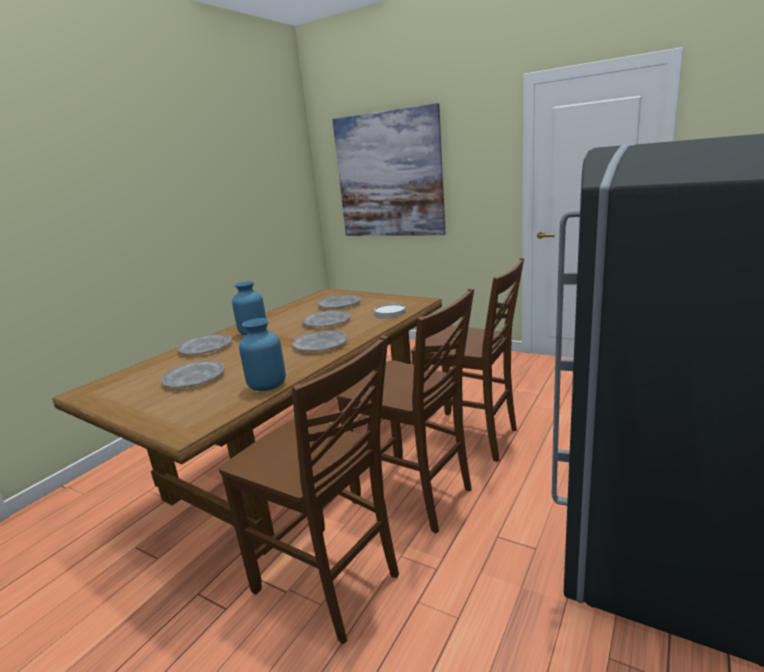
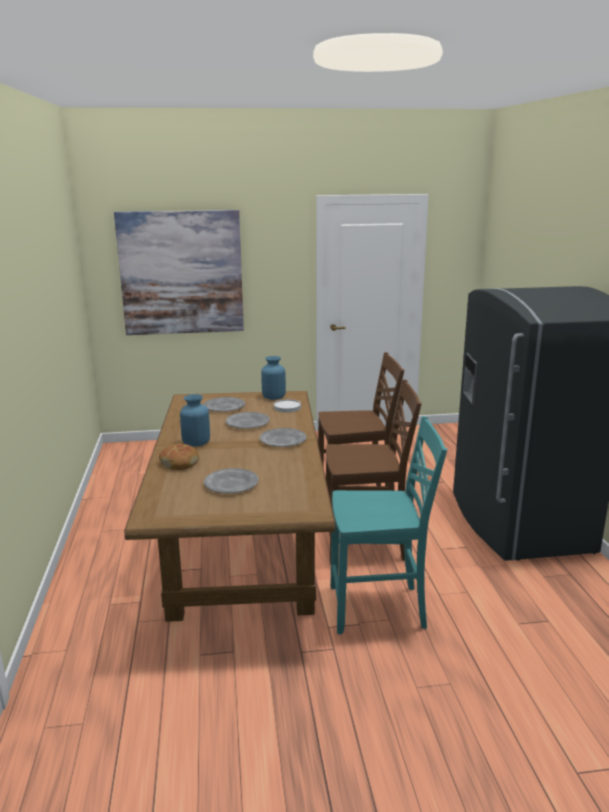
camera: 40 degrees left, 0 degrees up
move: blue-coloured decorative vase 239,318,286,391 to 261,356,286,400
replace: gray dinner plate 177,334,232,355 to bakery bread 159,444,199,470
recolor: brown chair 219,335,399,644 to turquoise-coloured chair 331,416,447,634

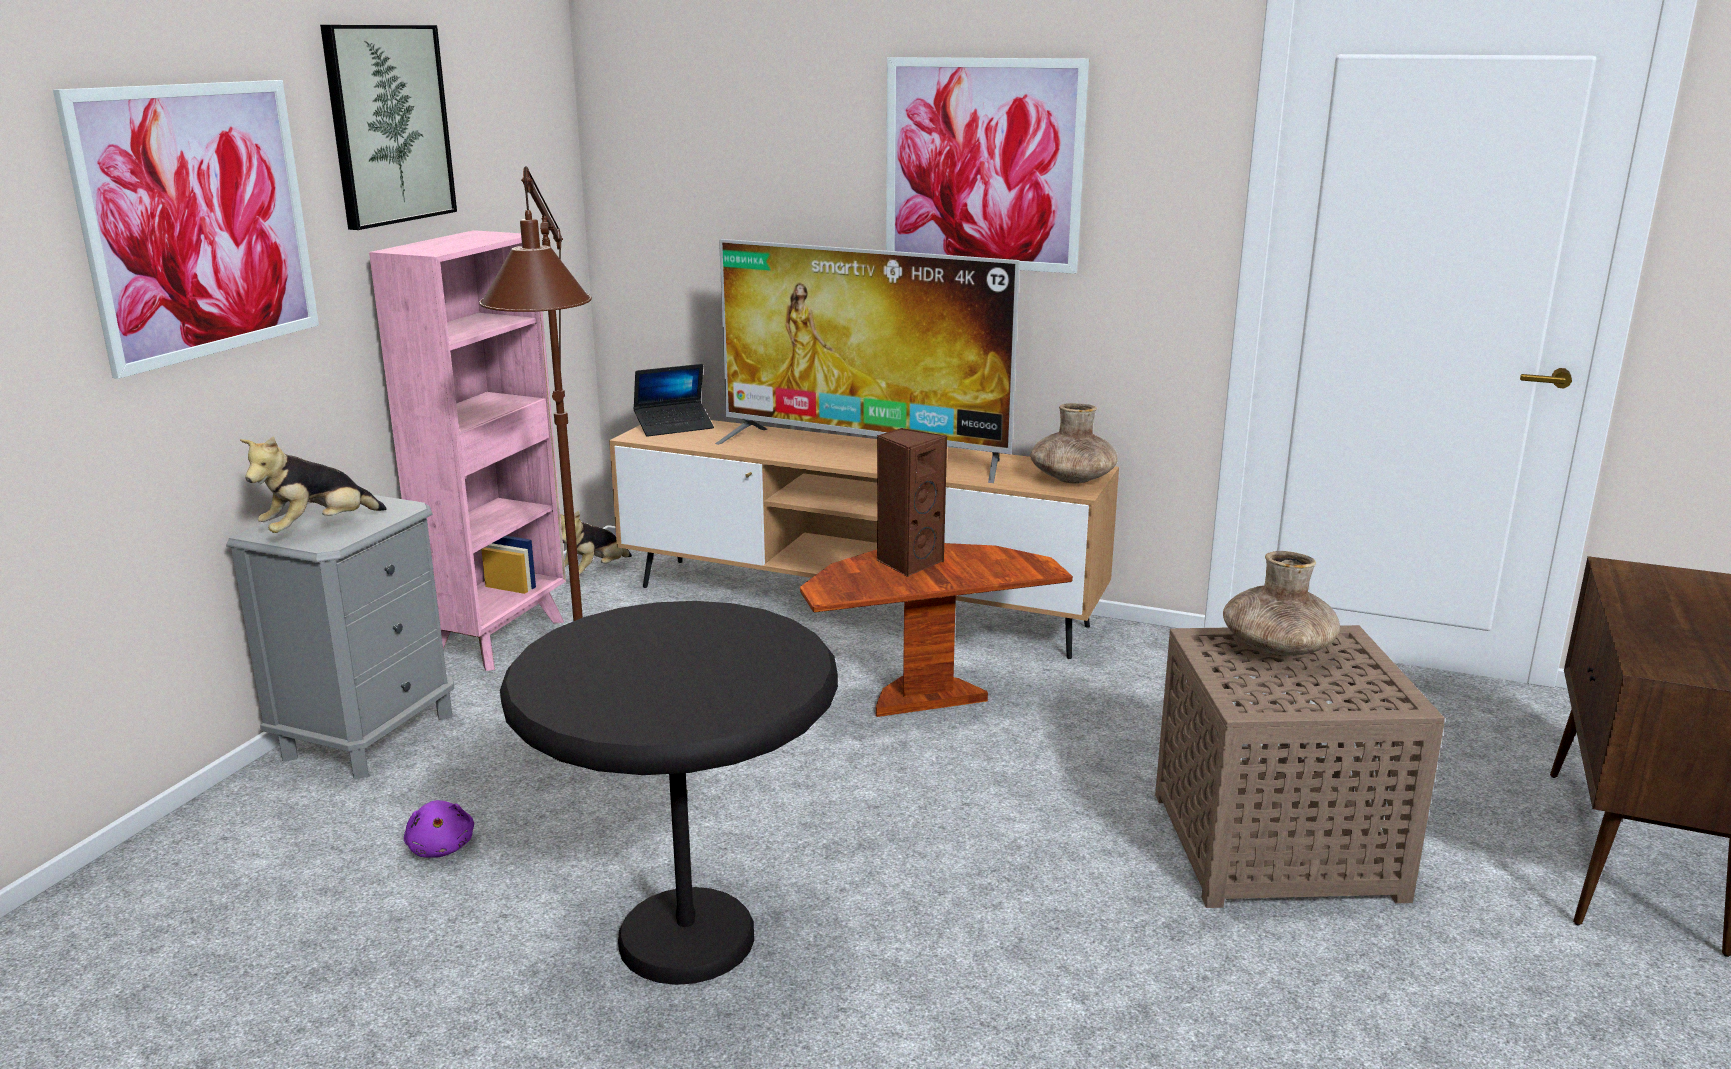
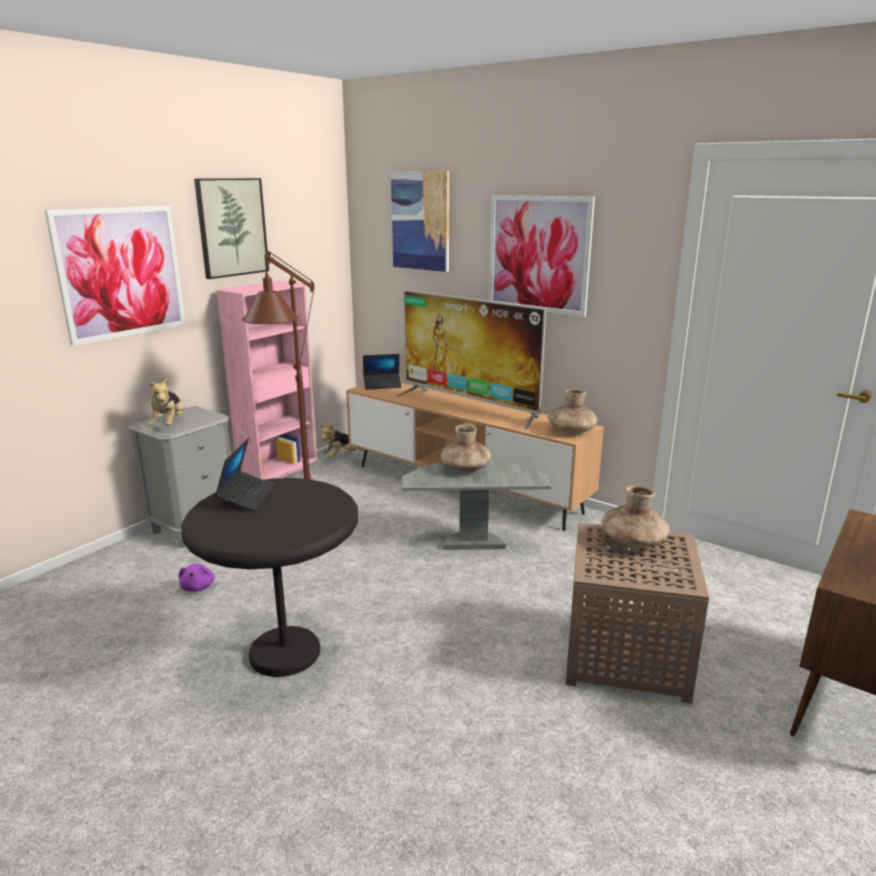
camera: 15 degrees right, 0 degrees up
insert: laptop 215,438,275,511; wall art 391,171,449,272
replace: brown loudspeaker 876,428,947,577 to brown decorative vase 441,424,491,473
recolor: brown side table 800,543,1073,717 to gray side table 402,460,551,550
rotate: soft toy 240,436,387,533 = 148,378,185,426 60 degrees counterclockwise

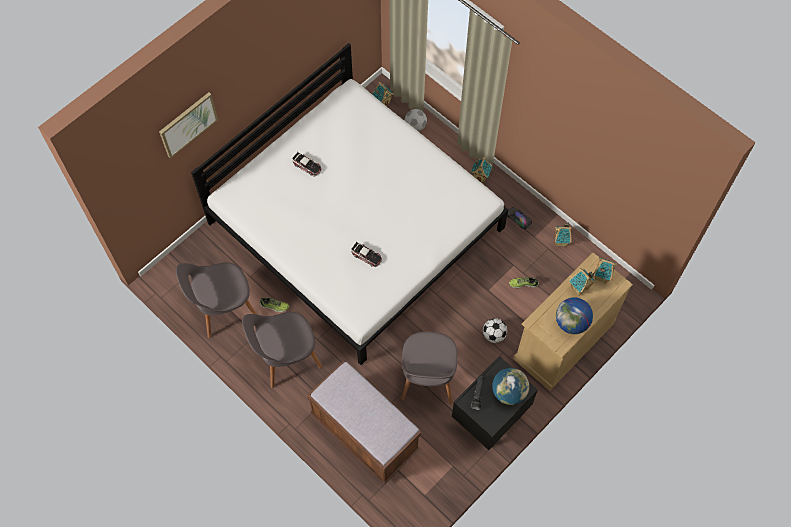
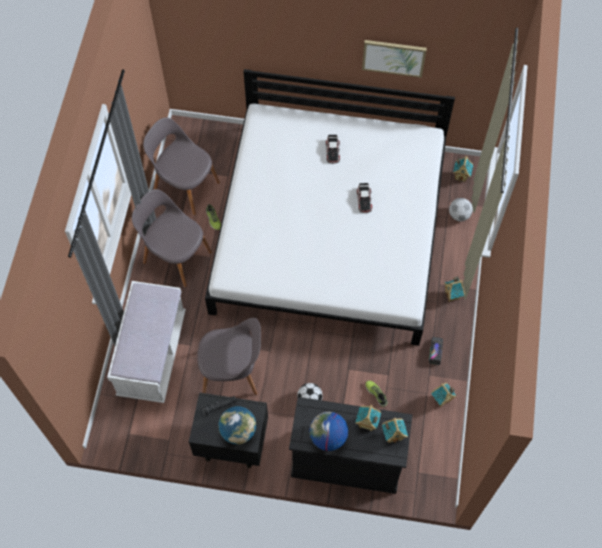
camera: 55 degrees right, 0 degrees up
move: toy car 351,242,382,267 to 357,183,372,213; wall art 159,92,218,159 to 362,40,427,78
recolor: brown bench 307,360,421,484 to whitish bench 107,281,186,403; sand-coloured chest of drawers 513,253,633,391 to black-coloured chest of drawers 289,397,412,494
rotate: gray chair 401,332,457,404 = 197,318,261,395 150 degrees counterclockwise

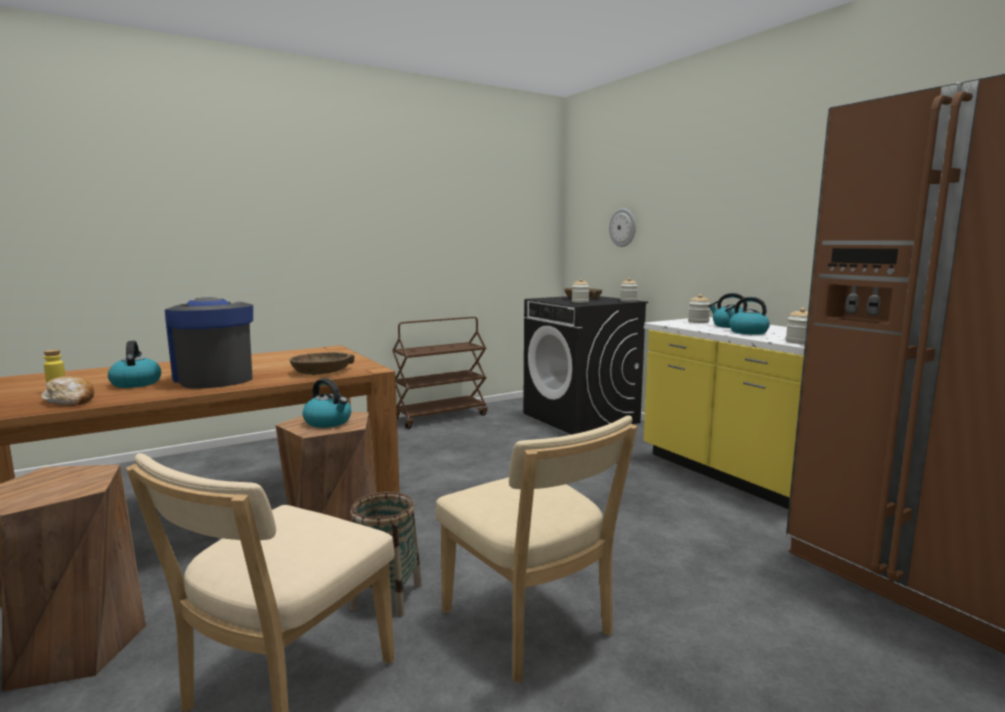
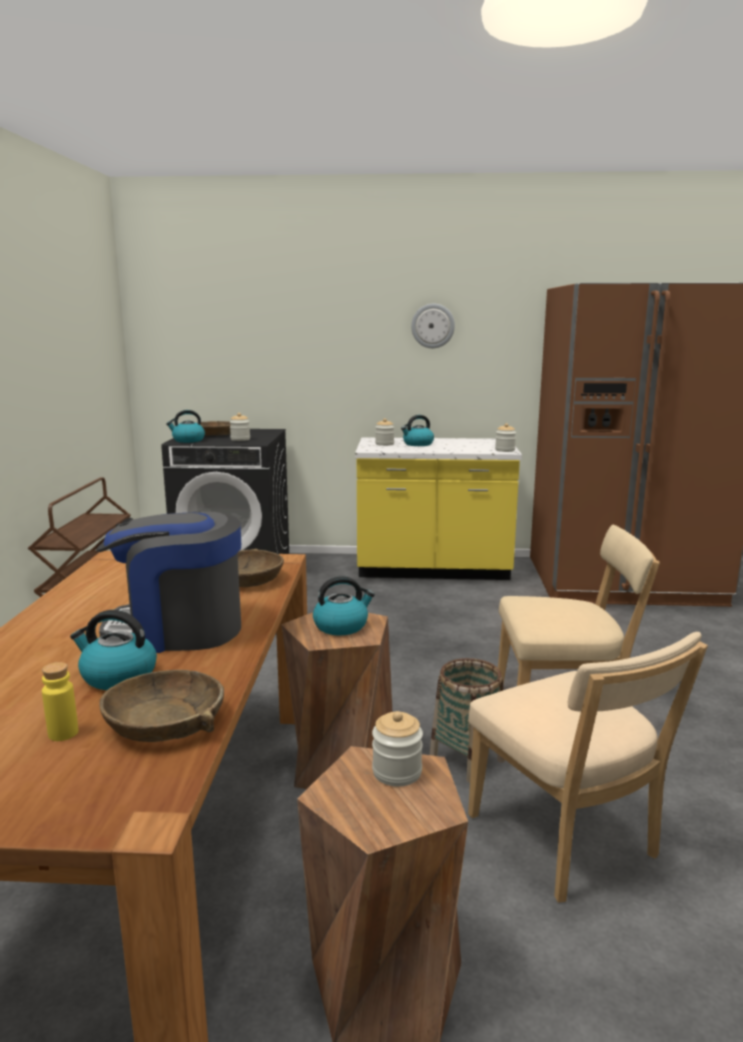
camera: 55 degrees left, 5 degrees up
move: tea kettle 725,297,770,335 to 166,410,205,443; storage jar 620,278,638,302 to 372,711,423,787; clock on the wall 609,208,636,247 to 411,304,455,348
replace: bakery bread 41,376,94,406 to brown serving bowl 99,670,224,742

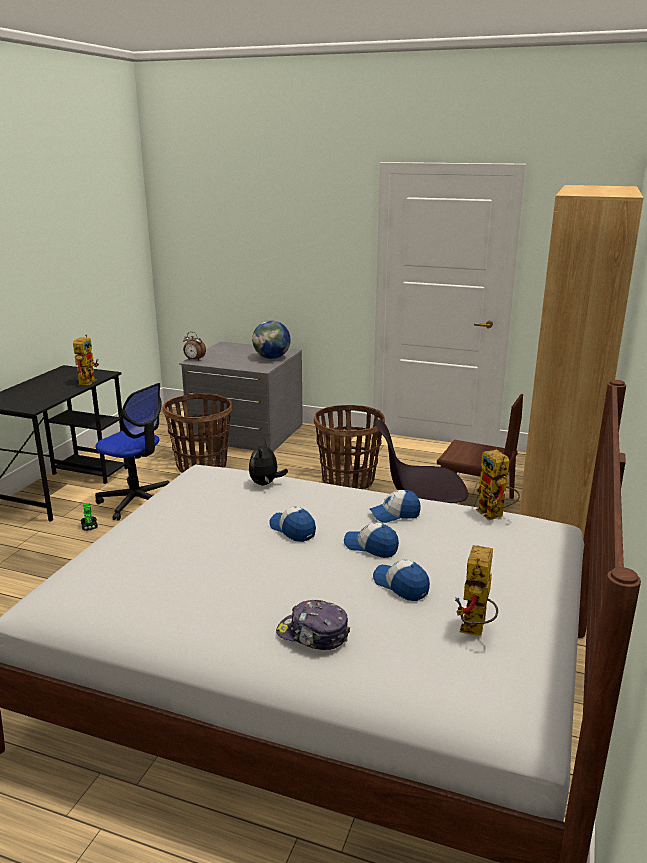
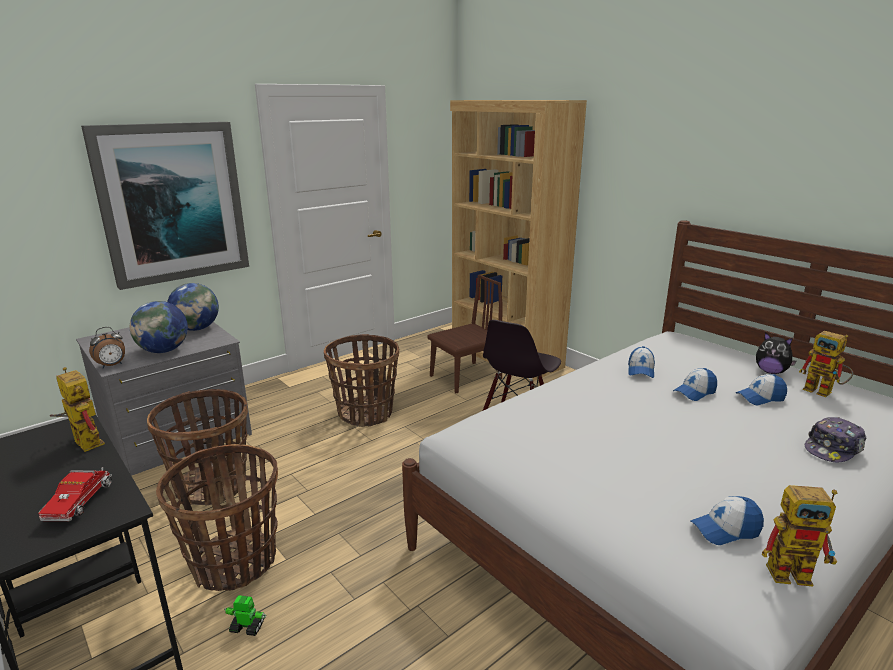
camera: 60 degrees left, 0 degrees up
insert: model truck 38,467,112,521; wall art 81,122,249,290; world globe 130,301,188,353
move: baseball cap 270,507,316,542 to 691,496,764,545; soft toy 249,439,288,485 to 756,332,797,374; toy robot 476,450,520,520 to 762,485,837,587
replace: computer chair 95,383,170,521 to storage basket 156,444,278,591

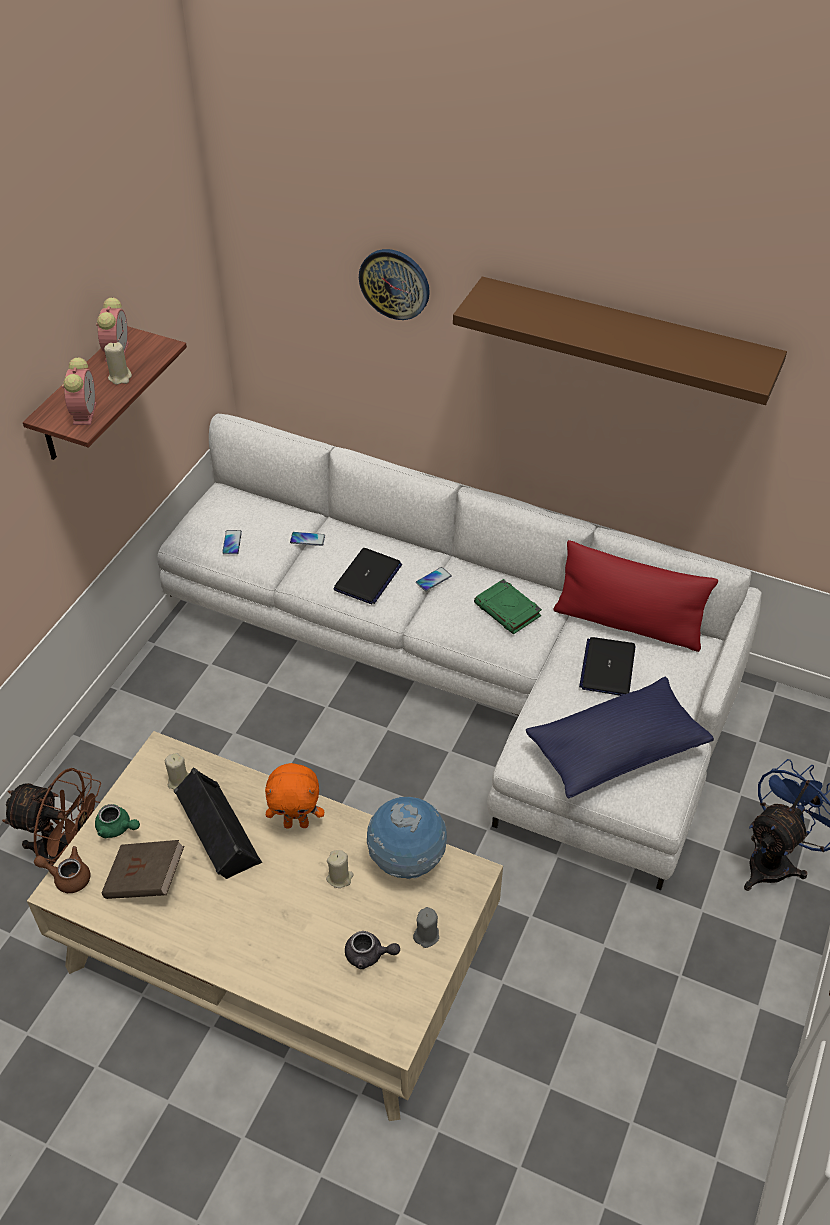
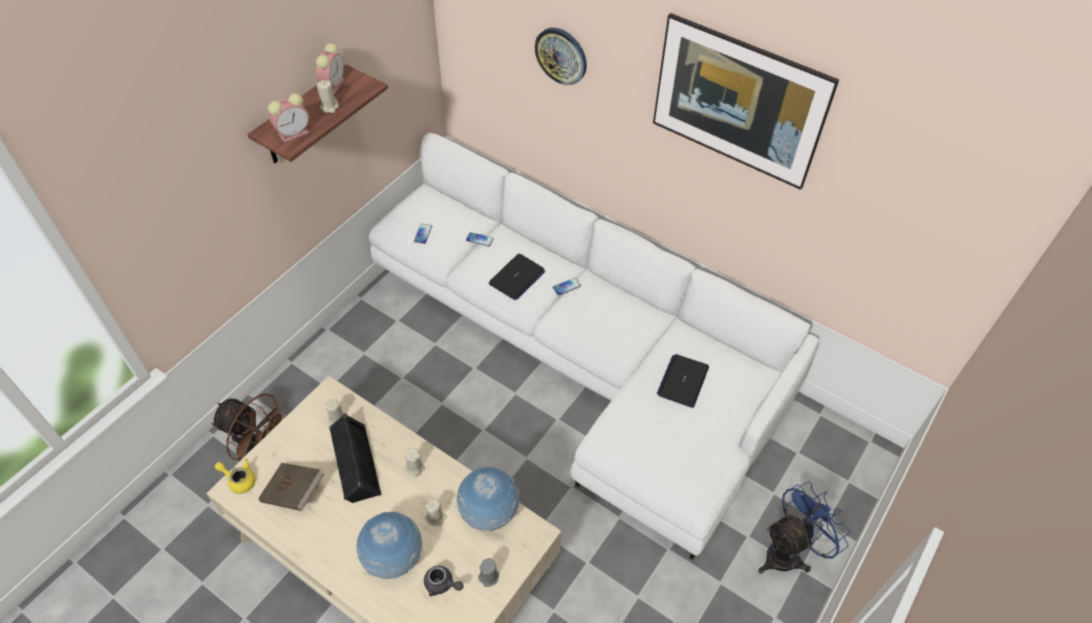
camera: 10 degrees right, 5 degrees up
delete: greenish teapot 95,804,140,838; greenish volume 474,579,542,634; blue-coloured throw pillow 526,677,714,799; red-coloured throw pillow 553,540,718,652
insert: world globe 356,512,423,579
replace: orangey soft toy 265,763,324,829 to sand-coloured wax candle 405,448,425,476; brown bracket shelf 453,277,787,405 to wall art 653,13,839,190
recolor: brown teapot 34,846,90,893 to yellow teapot 214,459,256,494
rotate: bedside clock 62,358,96,425 = 268,93,309,143 45 degrees clockwise

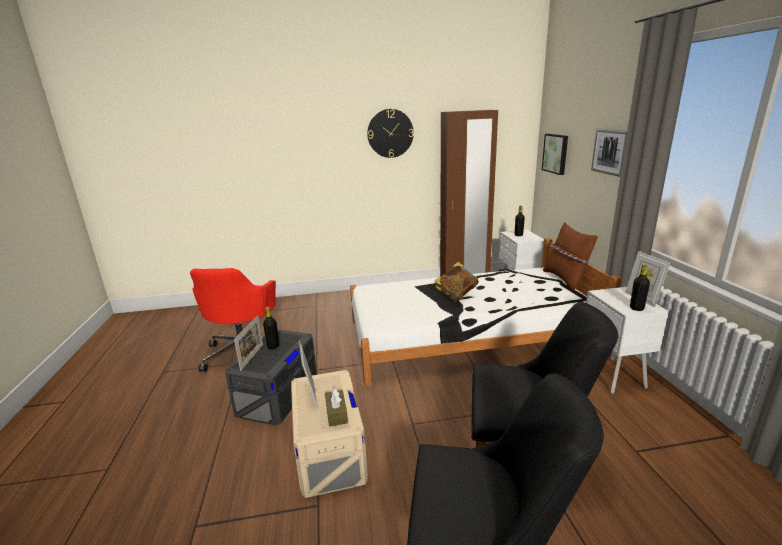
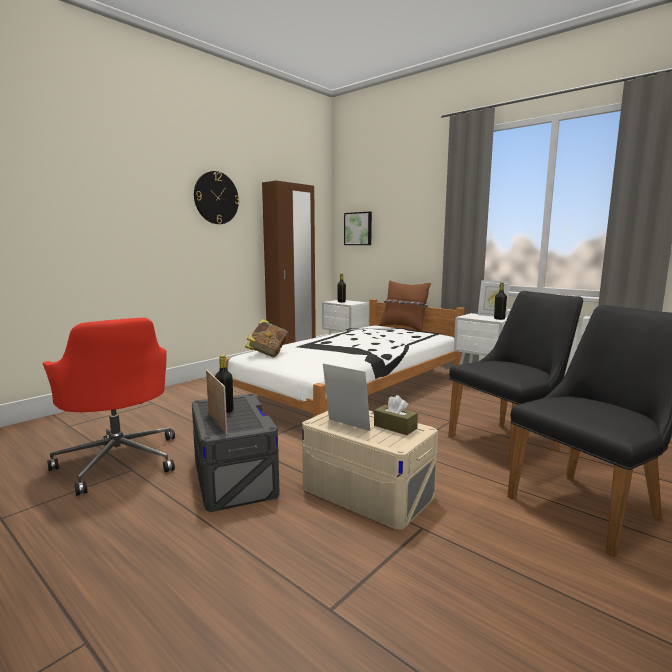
camera: 40 degrees left, 10 degrees down
delete: wall art 591,129,627,177
move: volume 435,262,479,302 to 245,319,289,357

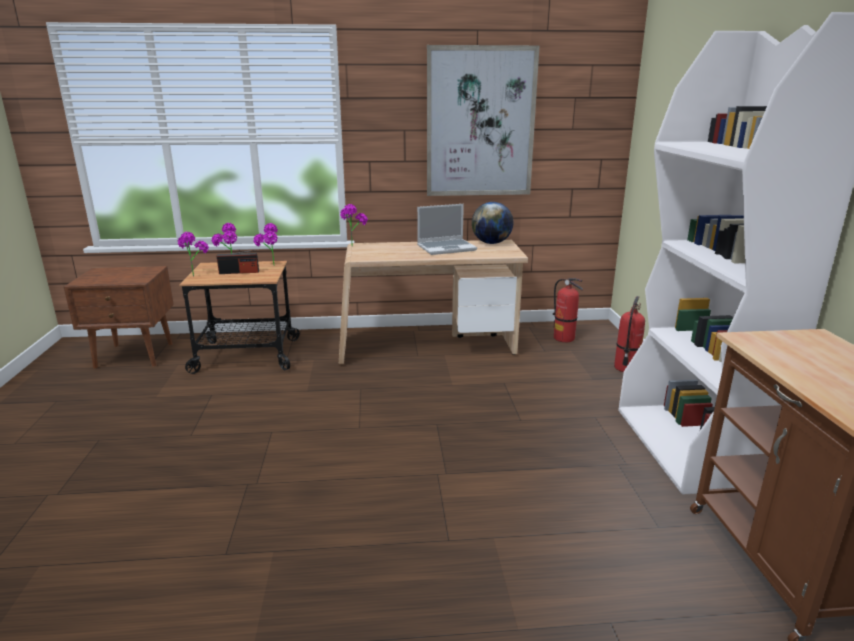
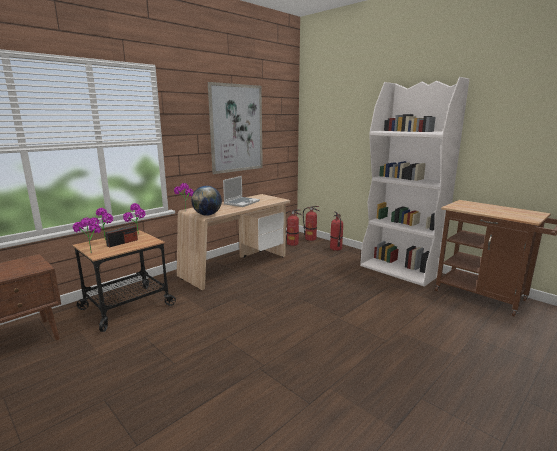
camera: 40 degrees left, 5 degrees down
insert: fire extinguisher 303,206,320,241
move: world globe 472,202,514,244 to 191,186,222,216

